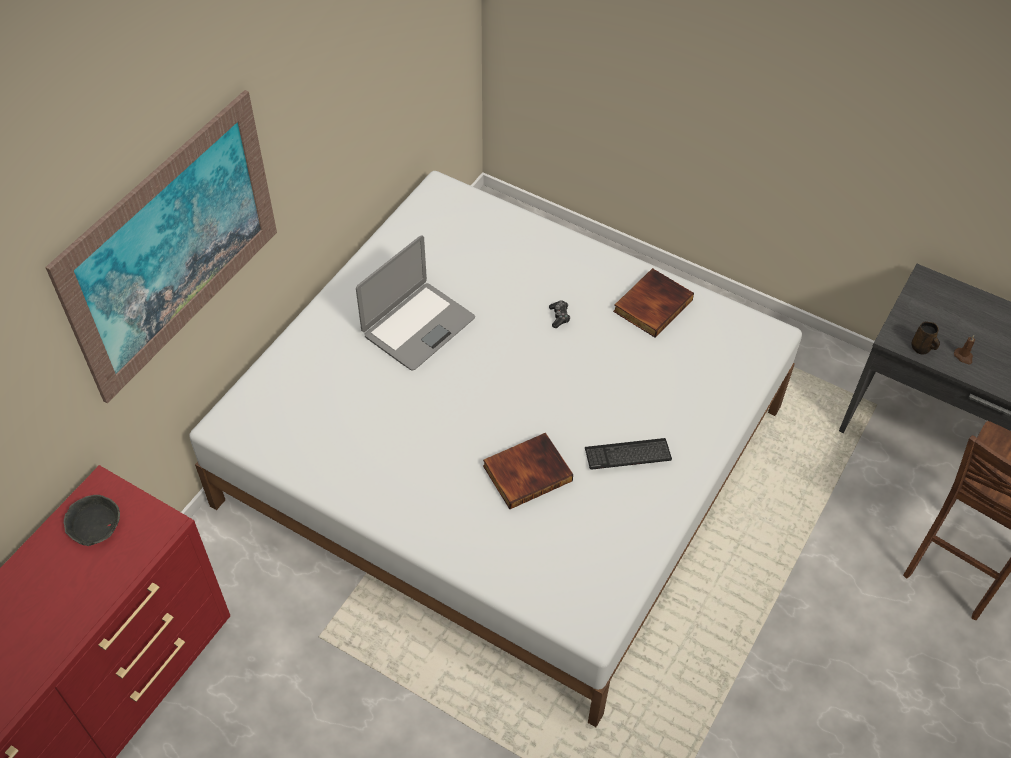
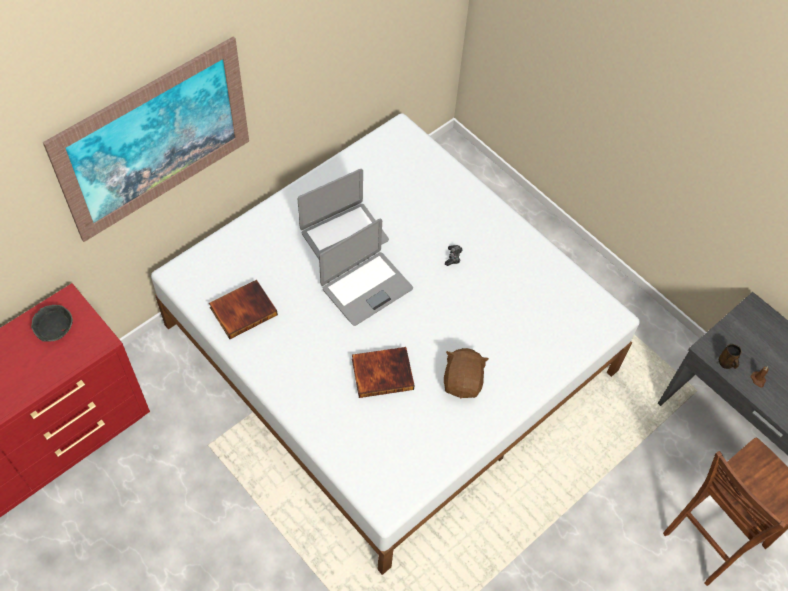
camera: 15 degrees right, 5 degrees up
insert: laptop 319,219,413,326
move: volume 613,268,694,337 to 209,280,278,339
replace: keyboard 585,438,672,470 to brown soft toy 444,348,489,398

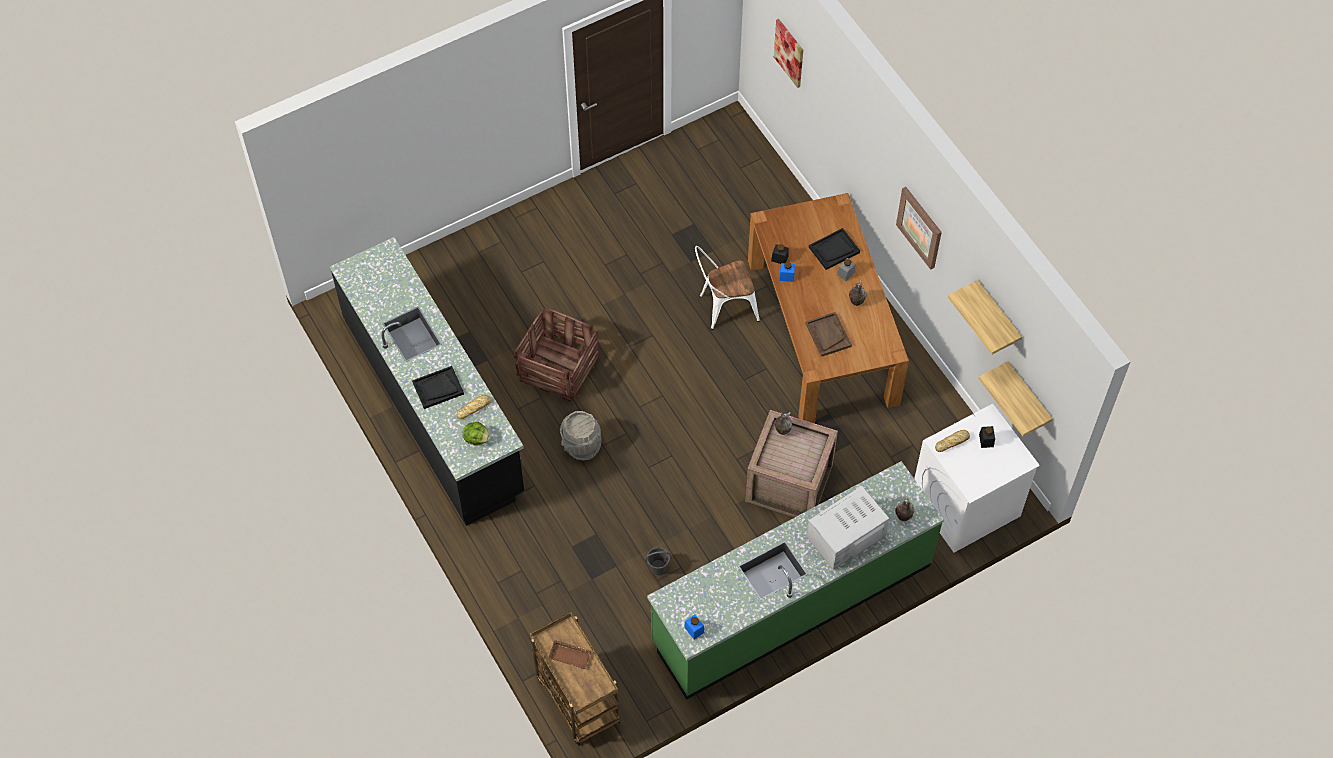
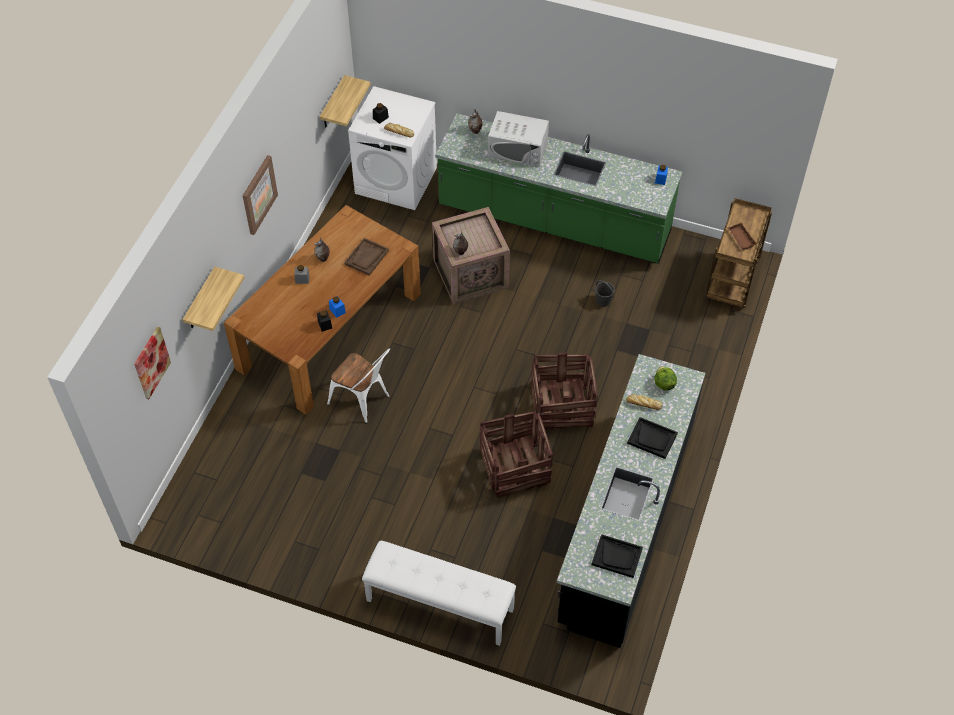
camera: 130 degrees left, 5 degrees down
insert: whitish bench 362,541,516,646
move: bracket shelf 948,280,1022,355 to 183,267,245,331; black-coloured tray 809,228,860,270 to 591,534,643,578
replace: gray water bucket 560,411,602,461 to shipping crate 531,352,598,429

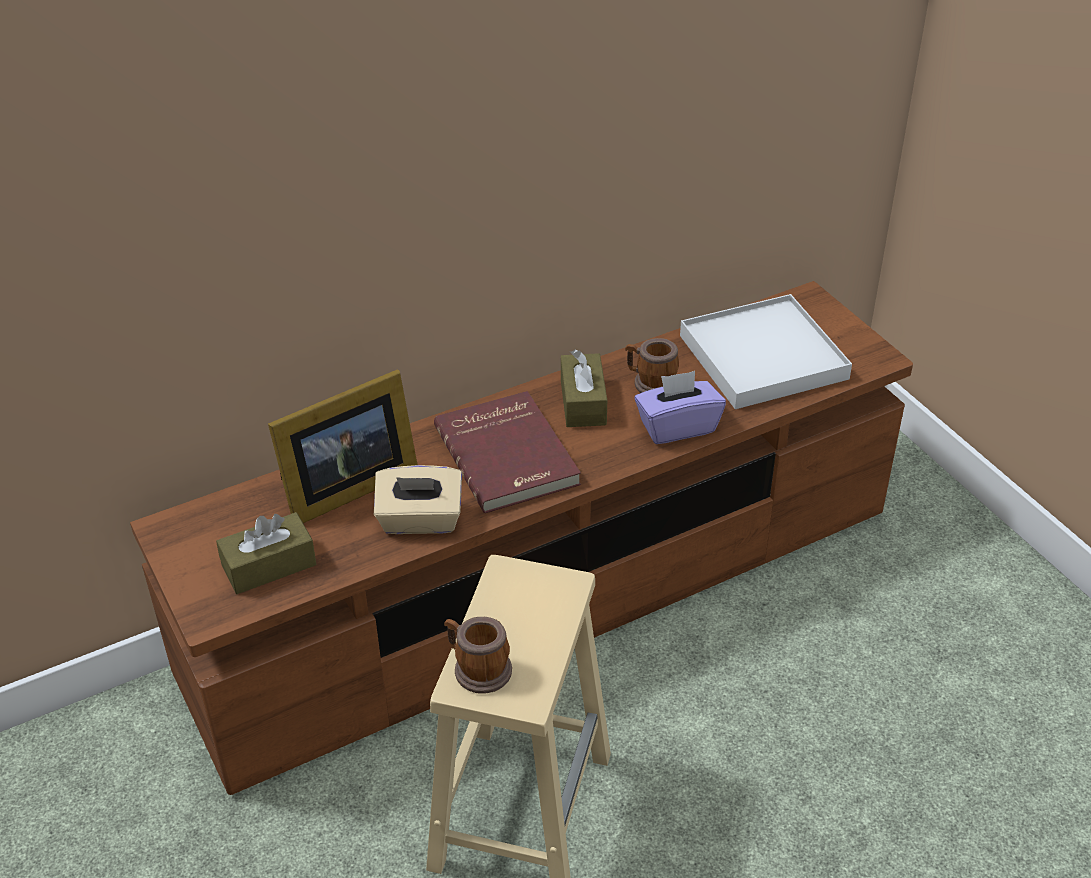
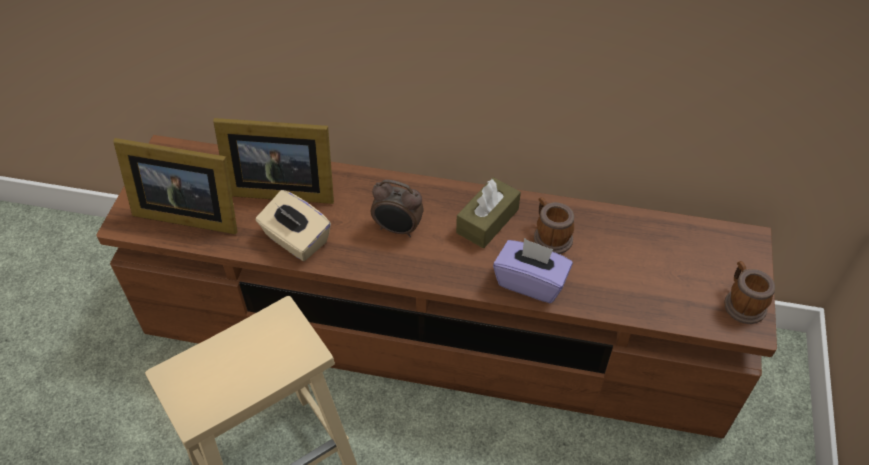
camera: 40 degrees right, 10 degrees up
delete: whitish tray 680,294,852,409
move: tea mug 444,617,512,694 to 724,261,775,324
replace: brown tissue box 216,512,316,594 to picture frame 113,138,238,234; red-coloured volume 434,391,581,513 to bedside clock 371,180,424,237

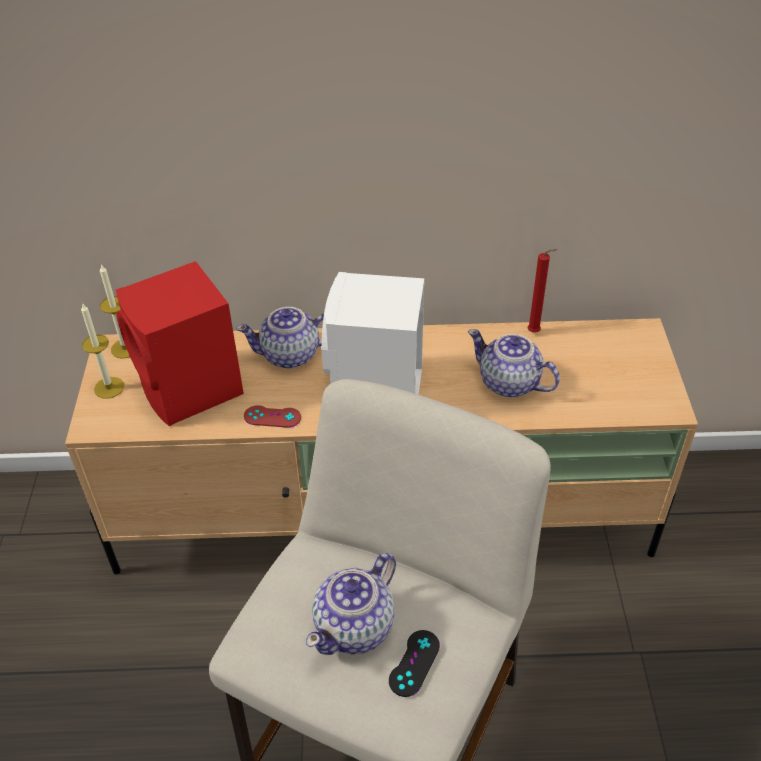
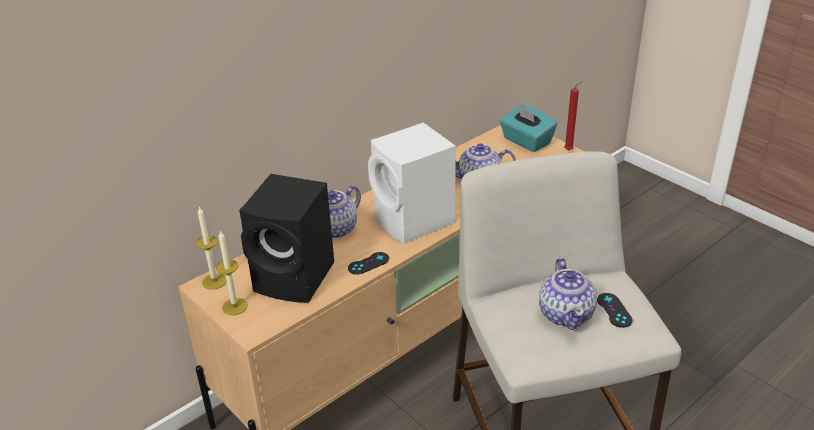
camera: 40 degrees left, 10 degrees down
insert: turquoise-coloured tissue box 500,104,557,152
move: red-coloured wax candle 528,249,558,333 to 564,81,583,151
recolor: red-coloured loudspeaker 116,261,244,426 to black-coloured loudspeaker 239,174,334,303; red-coloured game controller 244,405,301,428 to black-coloured game controller 348,252,389,275

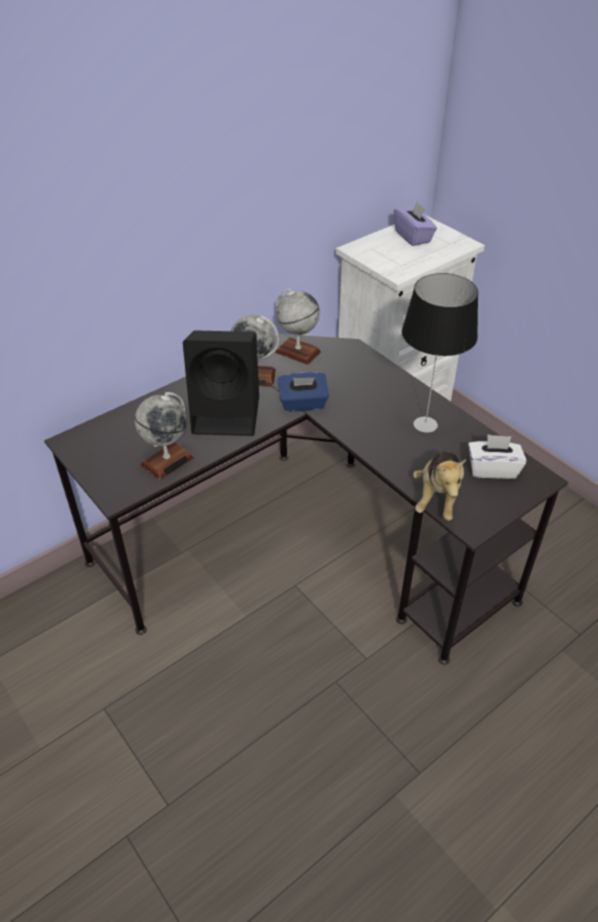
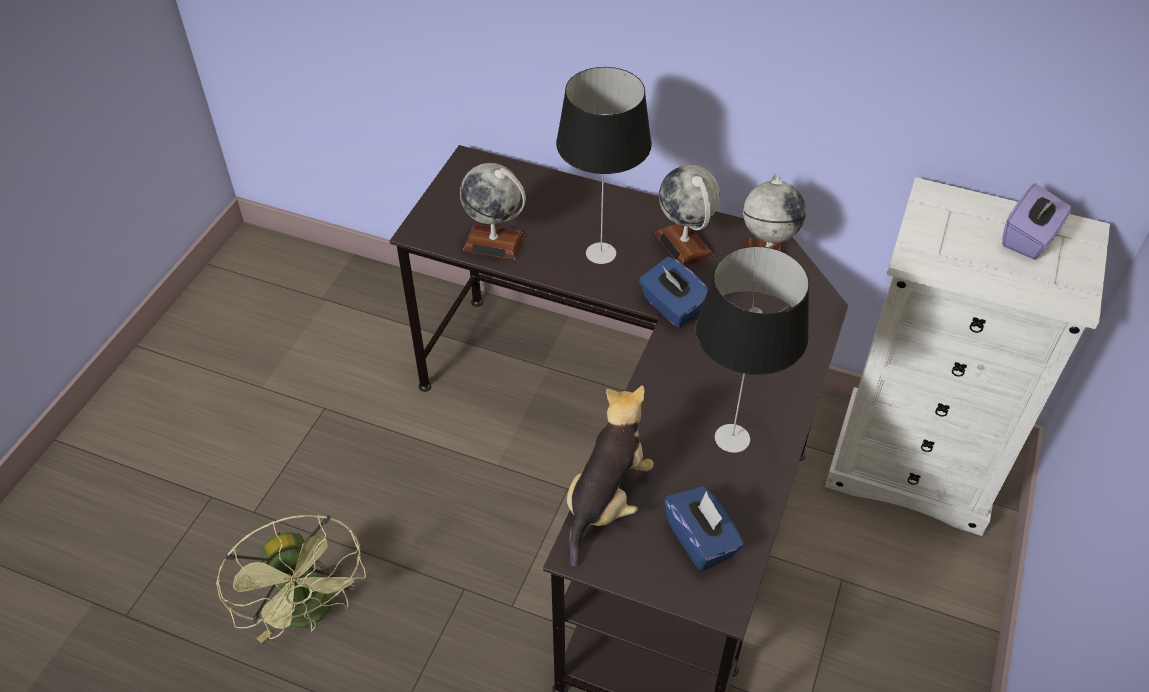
camera: 60 degrees right, 5 degrees up
insert: greenish electric fan 216,515,366,643
replace: black-coloured loudspeaker 183,330,259,436 to tabletop lamp 556,67,652,264
recolor: whitish tissue box 468,435,527,479 to blue-coloured tissue box 664,486,744,571
rotate: soft toy 413,451,466,521 = 567,385,654,567 135 degrees clockwise

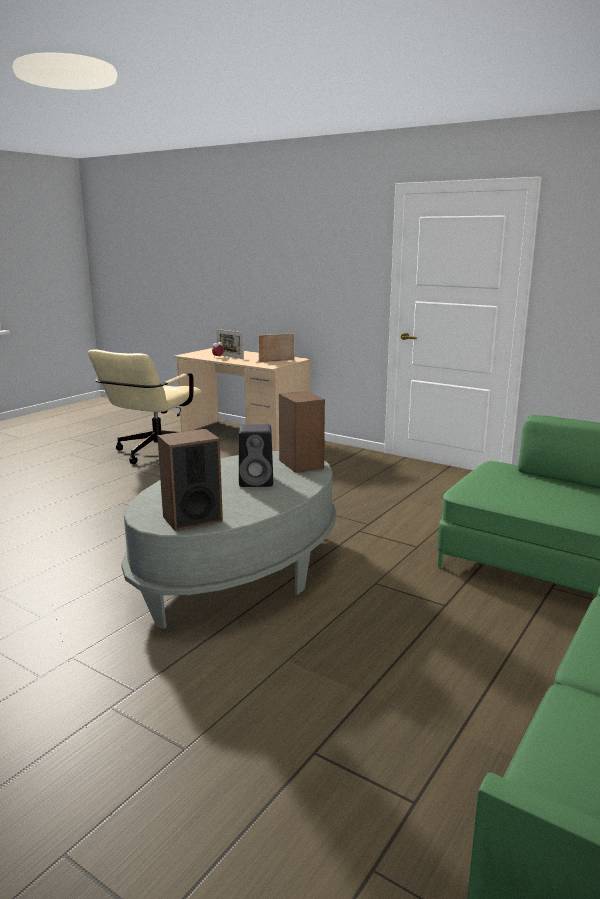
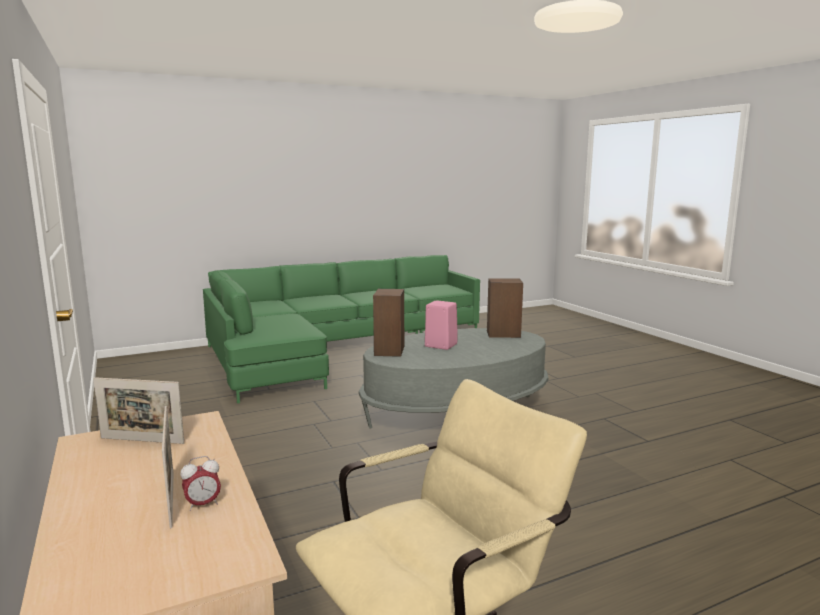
camera: 150 degrees left, 5 degrees down
recolor: black-coloured loudspeaker 239,424,273,487 to pinkish loudspeaker 425,300,458,350

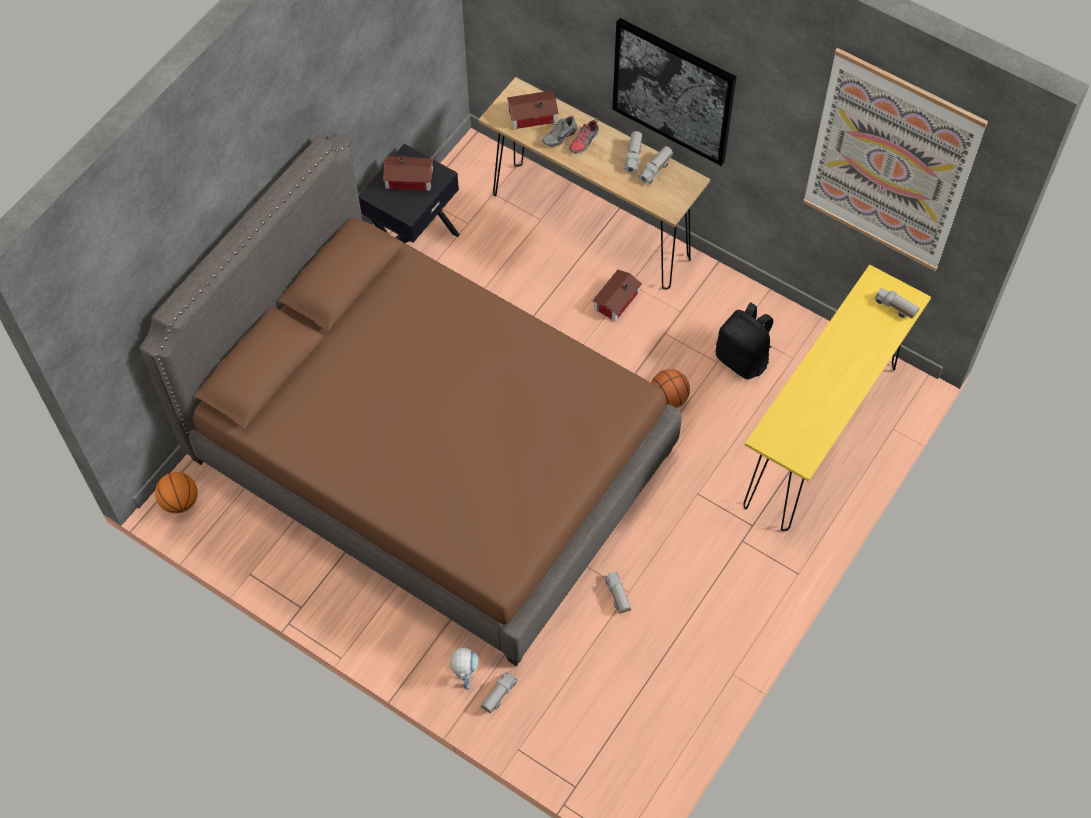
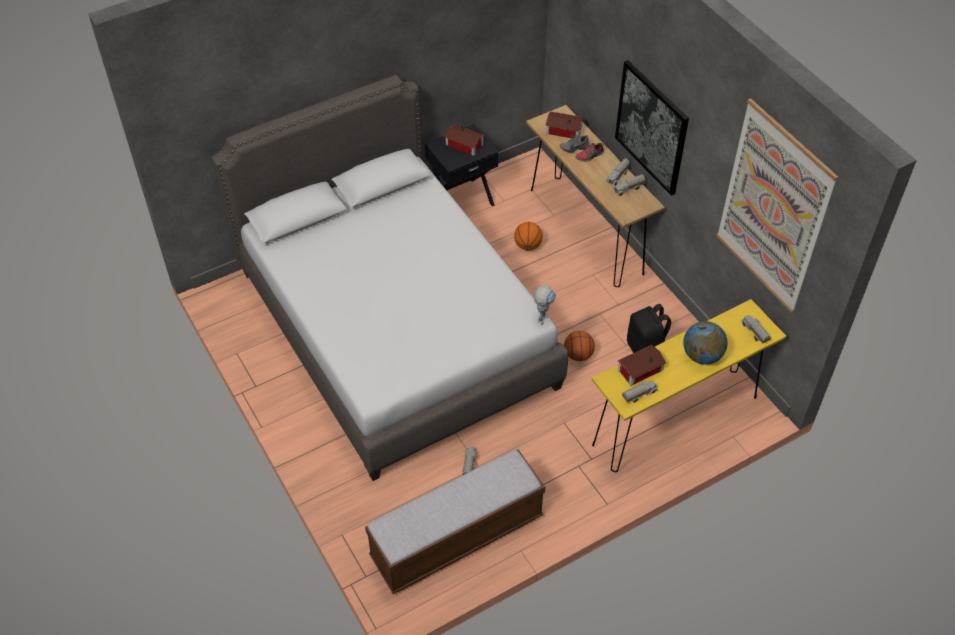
camera: 25 degrees right, 10 degrees down
insert: bench 365,449,545,594; world globe 683,321,727,365
move: ball for basketball 155,472,198,514 to 514,222,543,250; toy robot 450,646,479,689 to 534,285,556,324; miniature house 592,270,642,322 to 618,345,666,386; model truck 481,672,518,714 to 622,381,658,403
recolor: brown sleeping bed 139,133,682,667 to gray sleeping bed 212,75,568,481

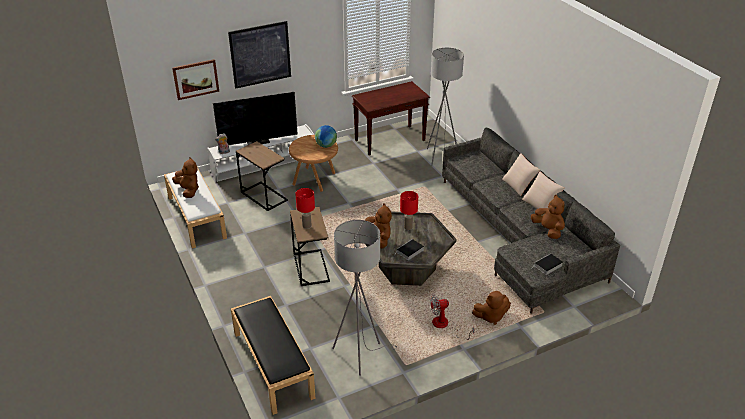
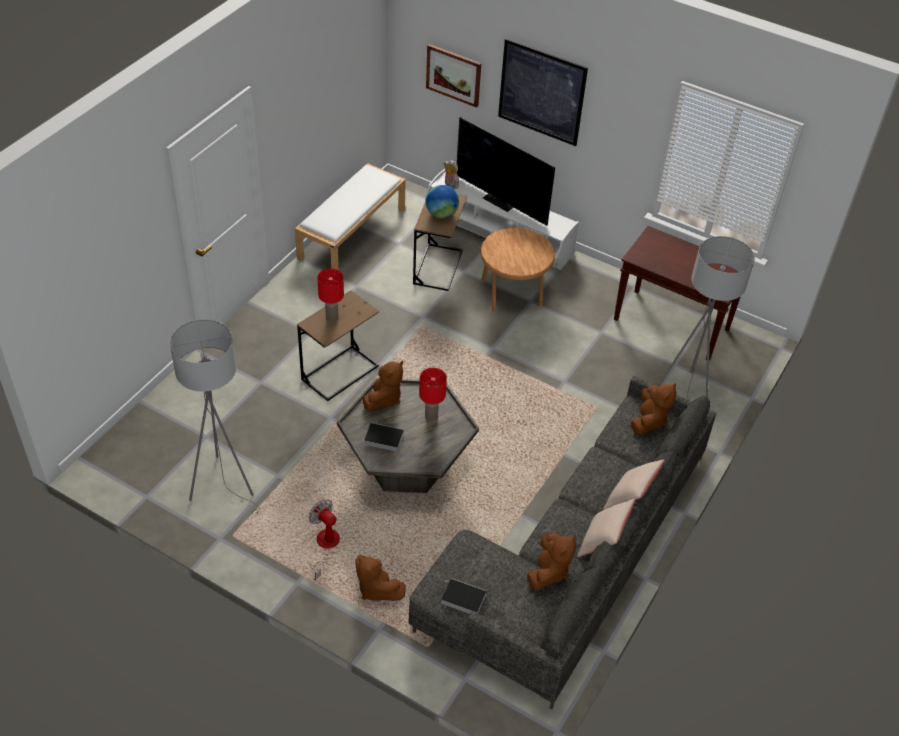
camera: 55 degrees right, 10 degrees up
delete: black-coloured bench 231,296,316,415
move: world globe 315,125,337,148 to 426,185,459,219; brown soft toy 172,157,199,198 to 631,382,677,434

